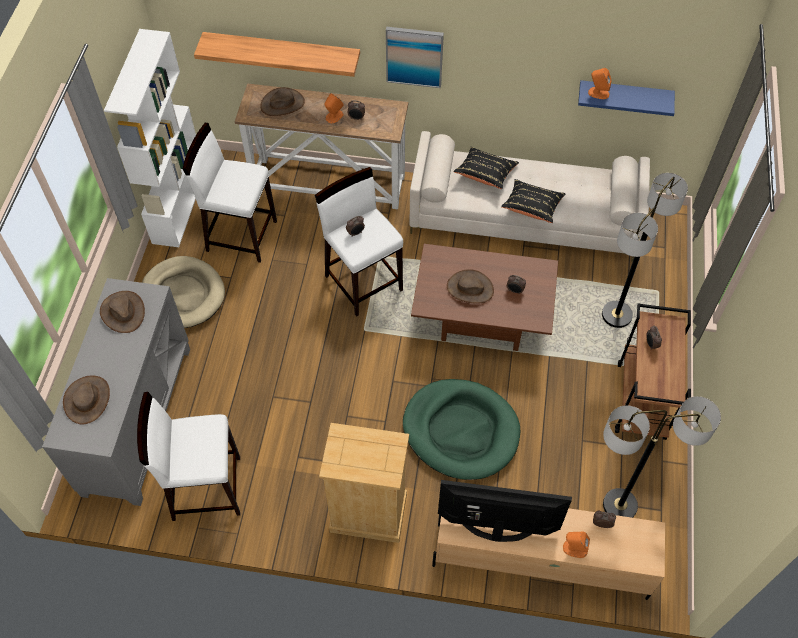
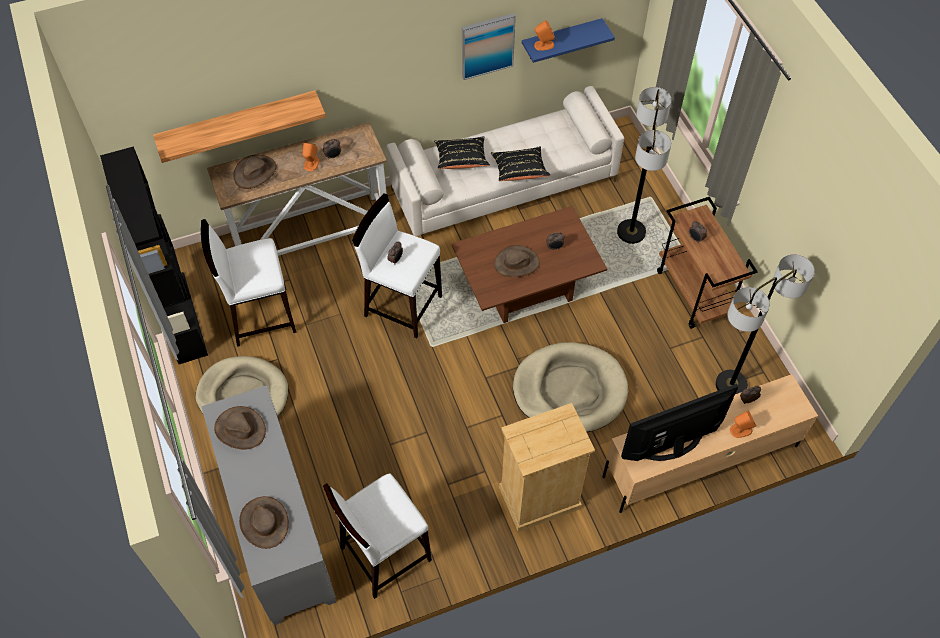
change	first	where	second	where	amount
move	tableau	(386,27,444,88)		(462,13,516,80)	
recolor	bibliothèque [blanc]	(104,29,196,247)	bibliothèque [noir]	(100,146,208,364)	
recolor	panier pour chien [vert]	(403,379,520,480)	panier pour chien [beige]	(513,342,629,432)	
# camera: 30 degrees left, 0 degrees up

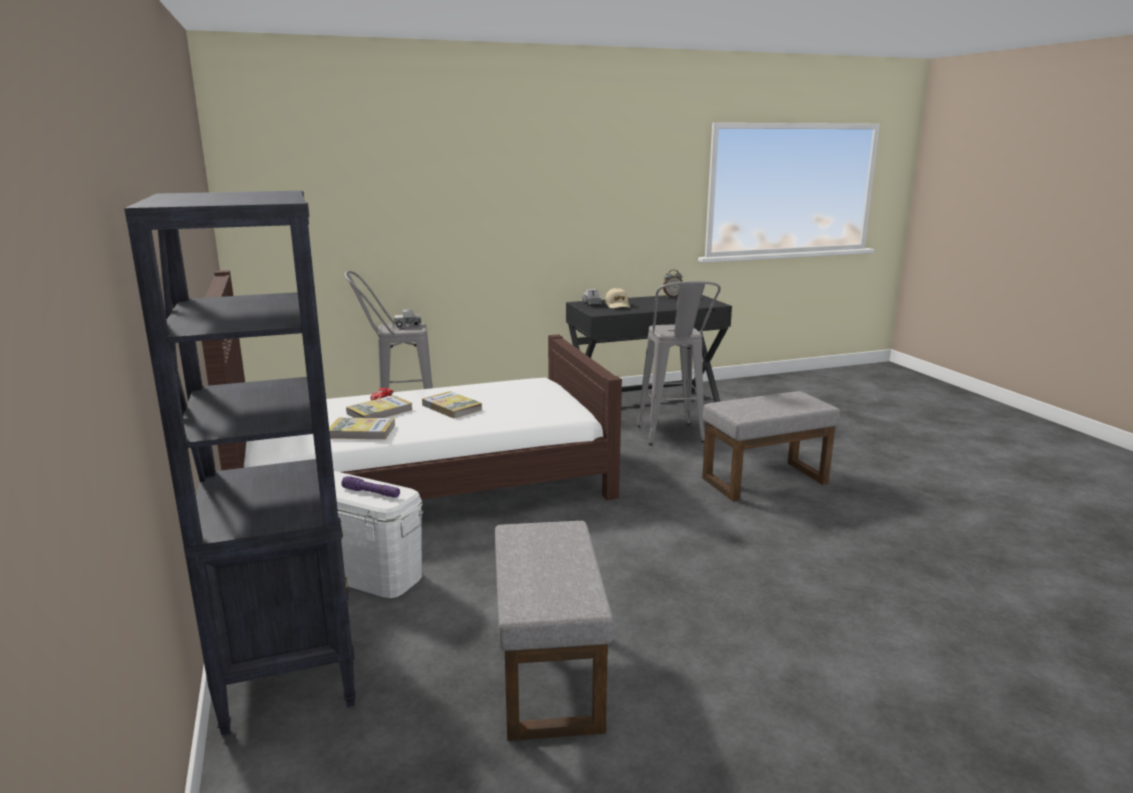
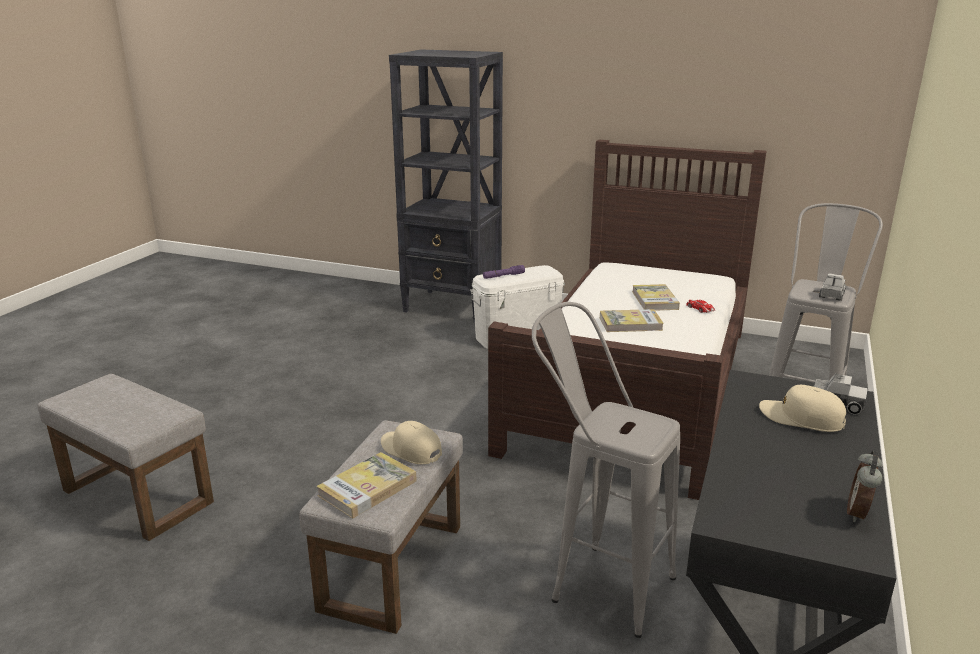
change	first	where	second	where	amount
insert			casquette [beige]	(381,421,442,464)	
move	livre	(329,418,395,439)		(316,452,417,518)	
move	pouf [gris]	(495,521,613,741)		(38,374,214,541)	
# camera: 130 degrees right, 5 degrees up

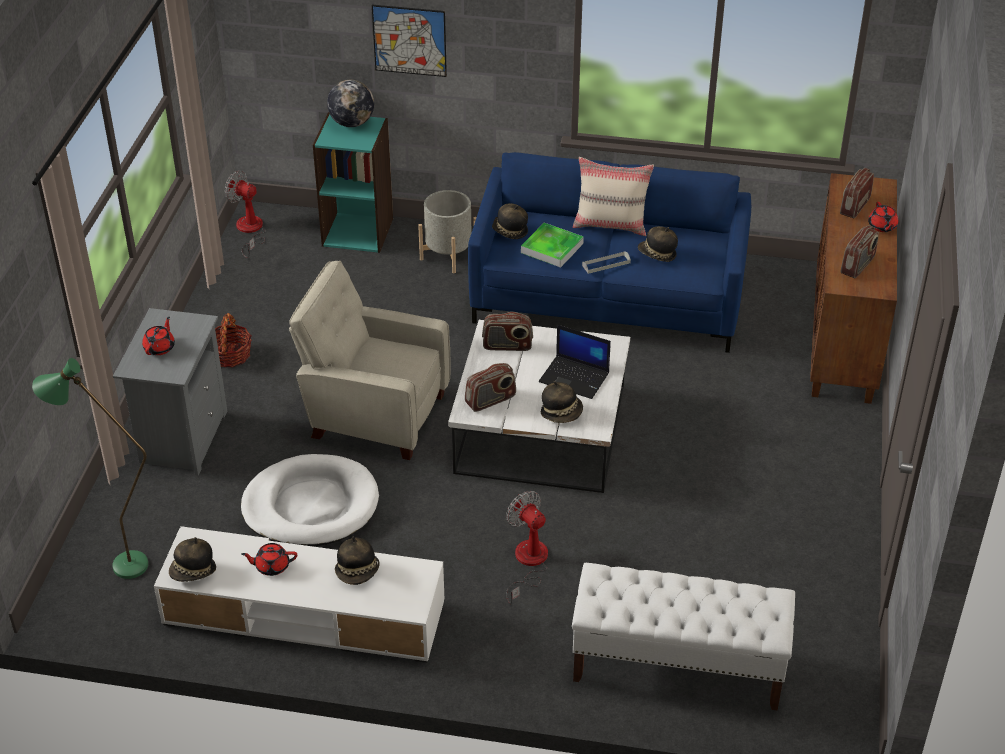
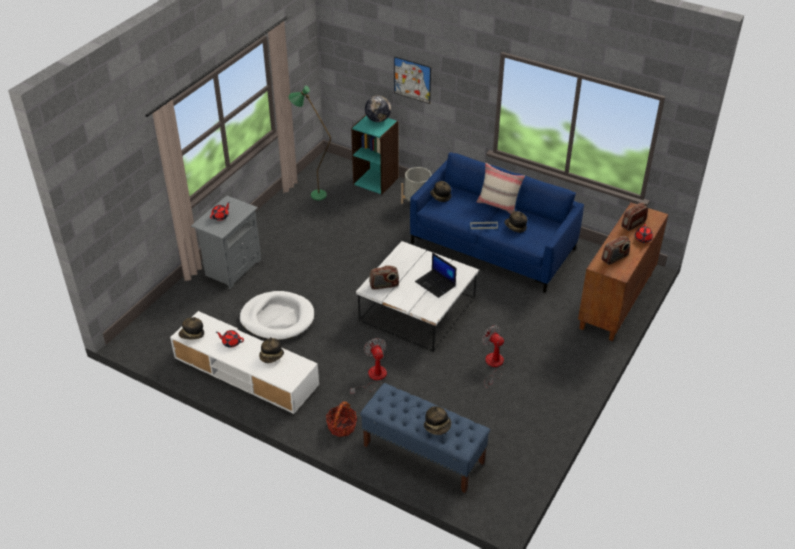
change	first	where	second	where	amount
delete	fauteuil [beige]	(289,261,450,460)			
delete	radio	(482,312,533,351)			
delete	plateau	(521,223,584,268)			
move	lampadaire [vert]	(32,358,148,579)		(289,86,331,200)	
move	panier	(215,313,252,367)		(326,401,357,437)	
move	ventilateur	(225,171,266,258)		(482,325,504,388)	
move	chapeau	(541,381,583,423)		(424,406,451,435)	
recolor	banc [blanc]	(572,563,795,711)	banc [bleu]	(360,383,490,493)	
# camera: 20 degrees right, 0 degrees up

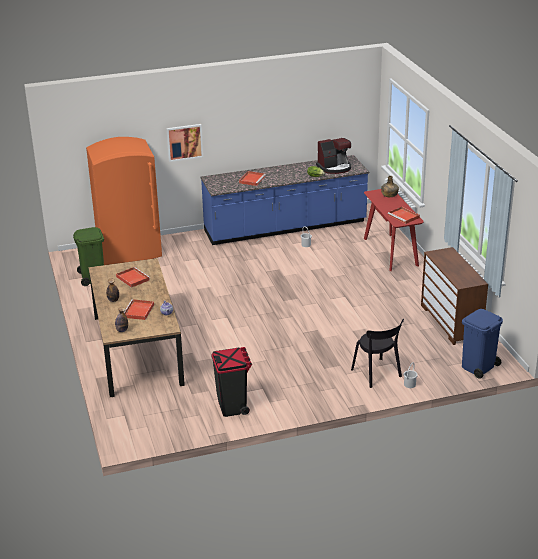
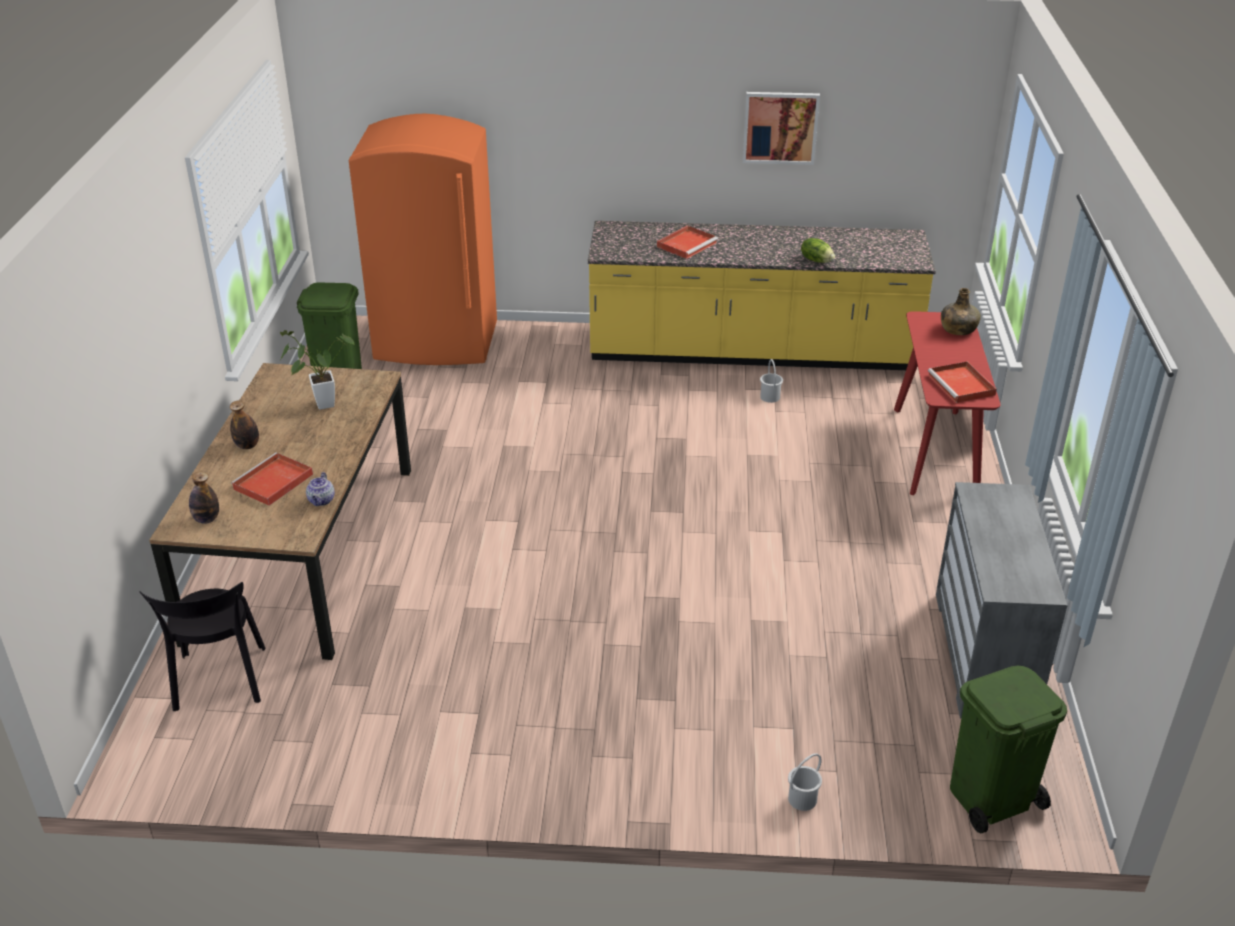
change	first	where	second	where	amount
delete	poubelle [noir]	(211,347,252,417)			
delete	machine à café	(316,138,351,174)			
move	tableau	(166,124,203,162)		(743,92,820,165)	
move	chaise [noir]	(351,319,404,388)		(140,582,266,711)	
replace	plateau [rouge]	(116,267,150,288)	plante en pot	(280,330,354,410)	
recolor	comptoir de cuisine [bleu]	(201,155,369,245)	comptoir de cuisine [jaune]	(588,221,936,370)	
recolor	commode [marron]	(421,247,488,345)	commode [gris]	(936,482,1067,719)	
recolor	poubelle [bleu]	(462,309,503,379)	poubelle [vert]	(950,665,1067,834)	
# camera: 20 degrees right, 5 degrees up

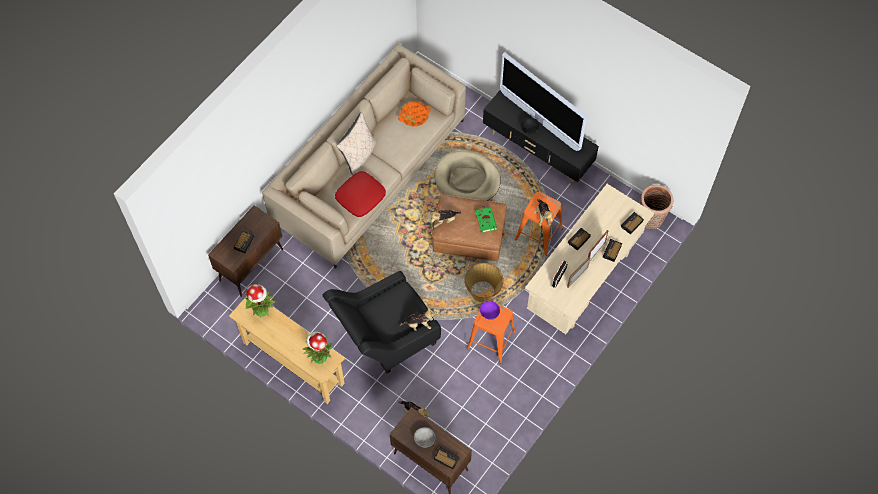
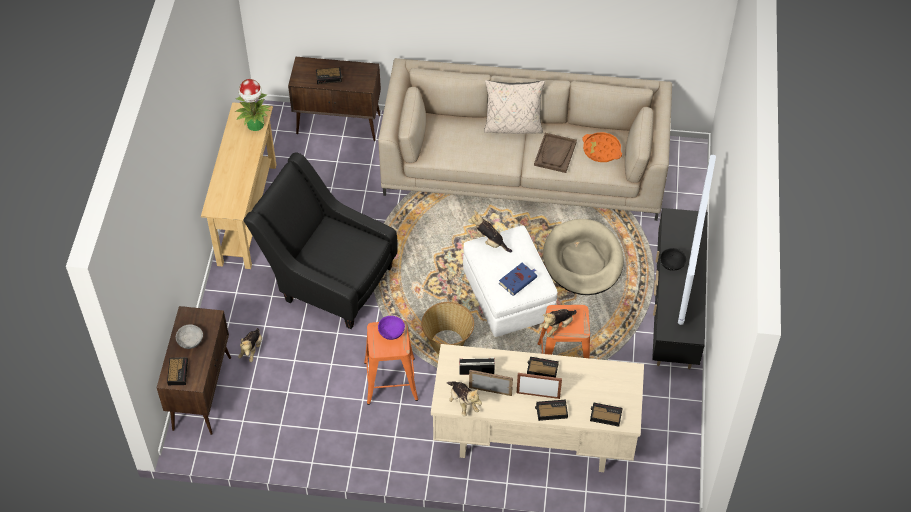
change	first	where	second	where	amount
delete	plante en pot	(303,332,334,365)			
delete	coussin [rouge]	(335,171,386,217)			
delete	panier	(640,185,674,229)			
insert			plateau [marron]	(534,133,577,173)	
move	peluche	(399,308,436,331)		(447,381,482,417)	
recolor	pouf [marron]	(432,194,507,261)	pouf [blanc]	(463,225,558,337)	
recolor	livre [vert]	(476,206,497,233)	livre [bleu]	(499,263,537,296)	
# camera: 60 degrees right, 10 degrees down

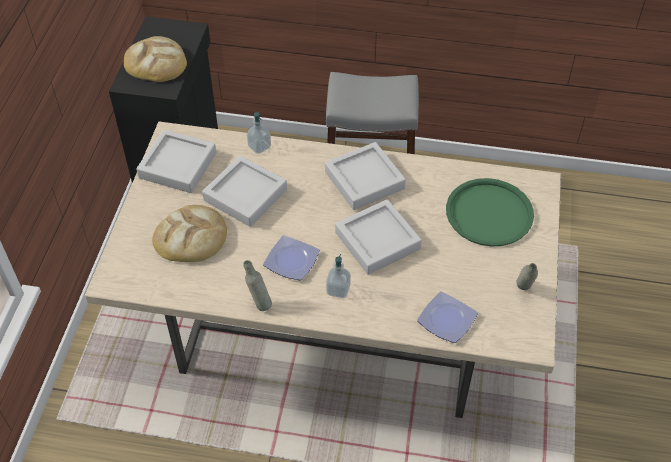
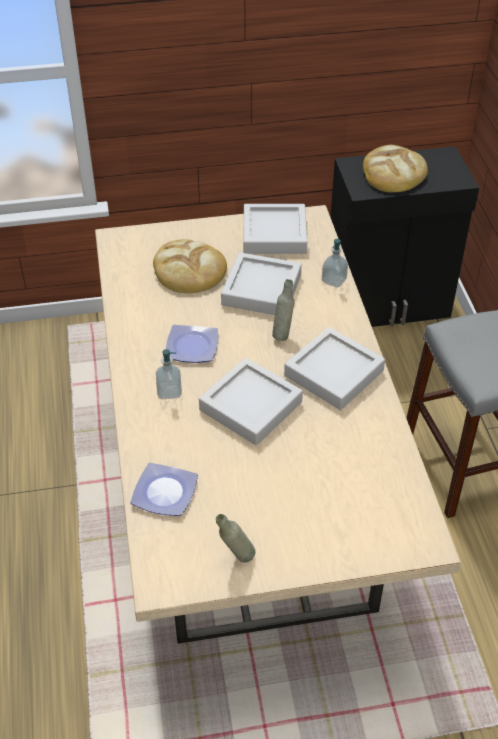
change	first	where	second	where	amount
delete	plateau [vert]	(446,178,534,247)			
move	bouteille [gris]	(243,260,272,311)		(272,279,295,341)	
# camera: 70 degrees right, 5 degrees down

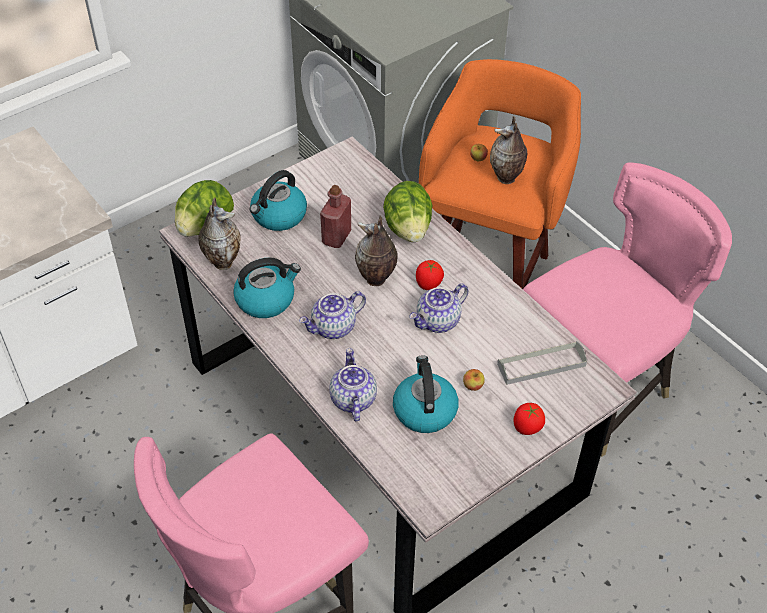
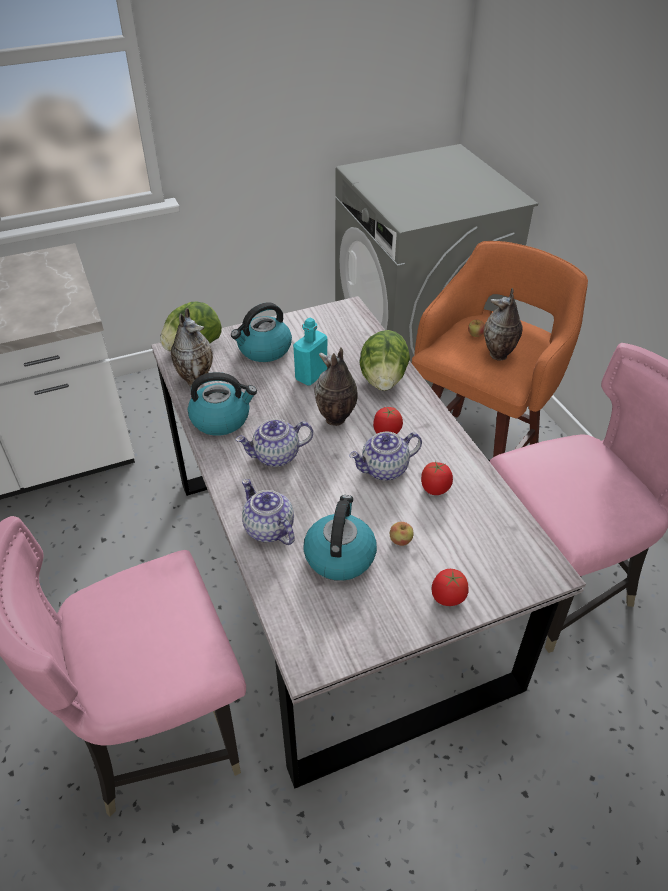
change	first	where	second	where	amount
delete	plateau [gris]	(497,341,587,385)			
insert			tomate	(421,461,453,495)	
recolor	bouteille [rouge]	(320,185,351,248)	bouteille [turquoise]	(293,318,327,386)	
rotate	théière	(329,348,377,421)		(242,479,295,545)	45 degrees counterclockwise
# camera: 15 degrees right, 5 degrees down

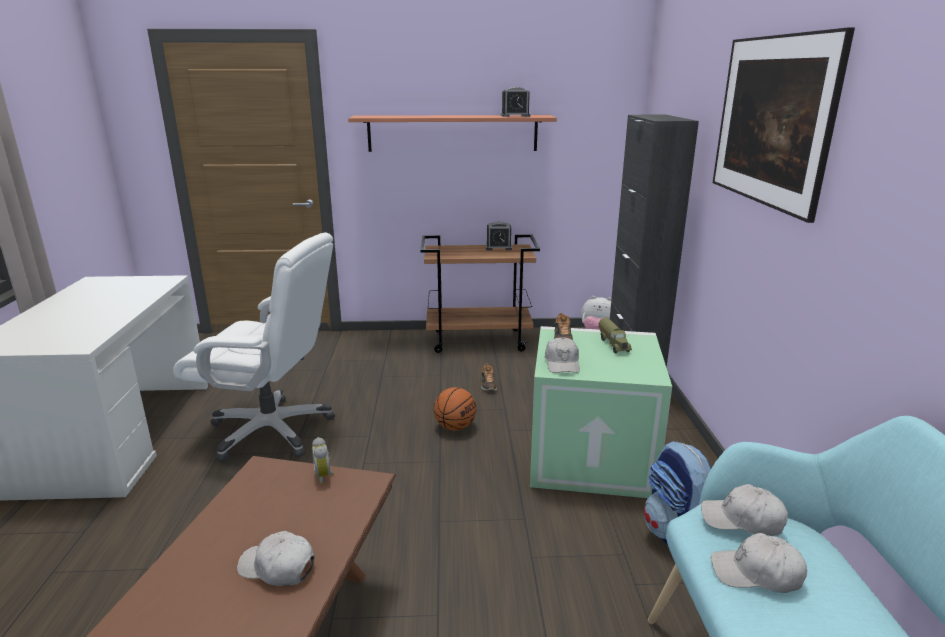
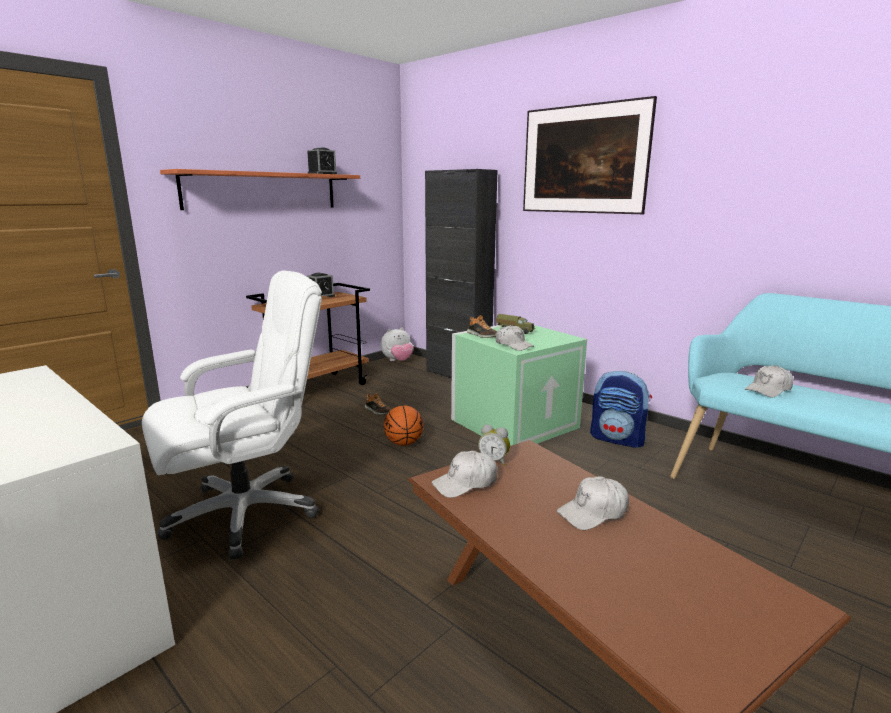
change	first	where	second	where	amount
move	casquette [blanc]	(701,484,788,536)		(431,451,498,498)	
# camera: 45 degrees left, 5 degrees down

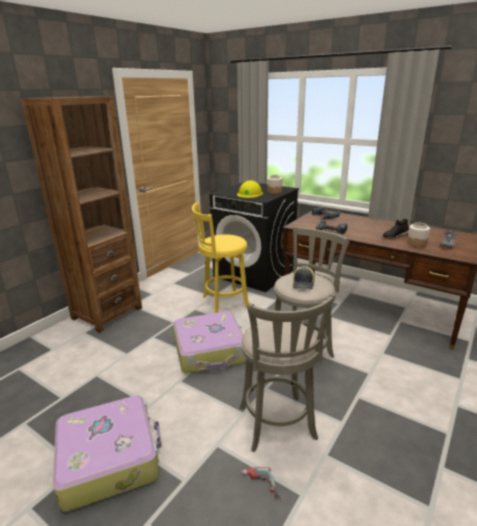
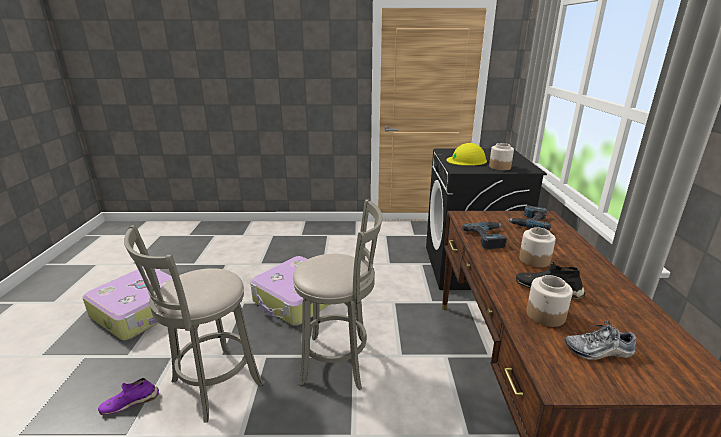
change	first	where	second	where	amount
delete	bibliothèque [marron]	(21,96,142,333)			
delete	tabouret [jaune]	(192,202,249,313)			
delete	casquette	(293,266,315,290)			
insert			bocal	(519,227,556,268)	
replace	perceuse	(241,467,281,501)	chaussure [violet]	(98,378,159,415)	
# camera: 55 degrees right, 0 degrees up

